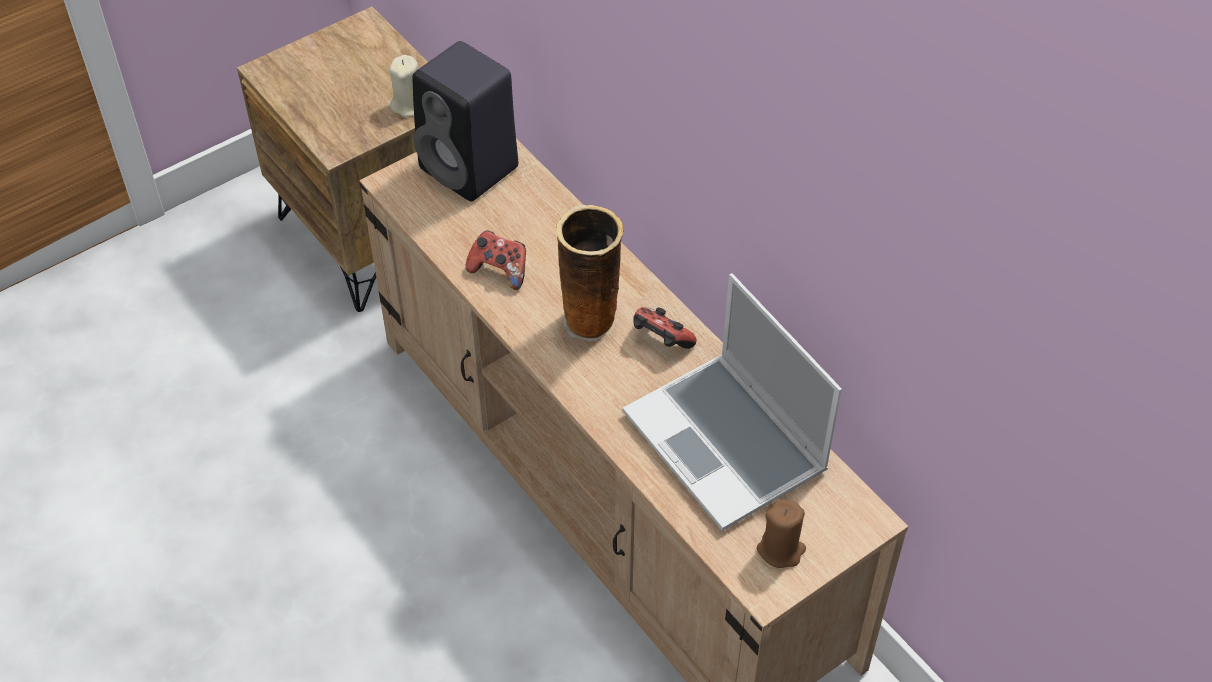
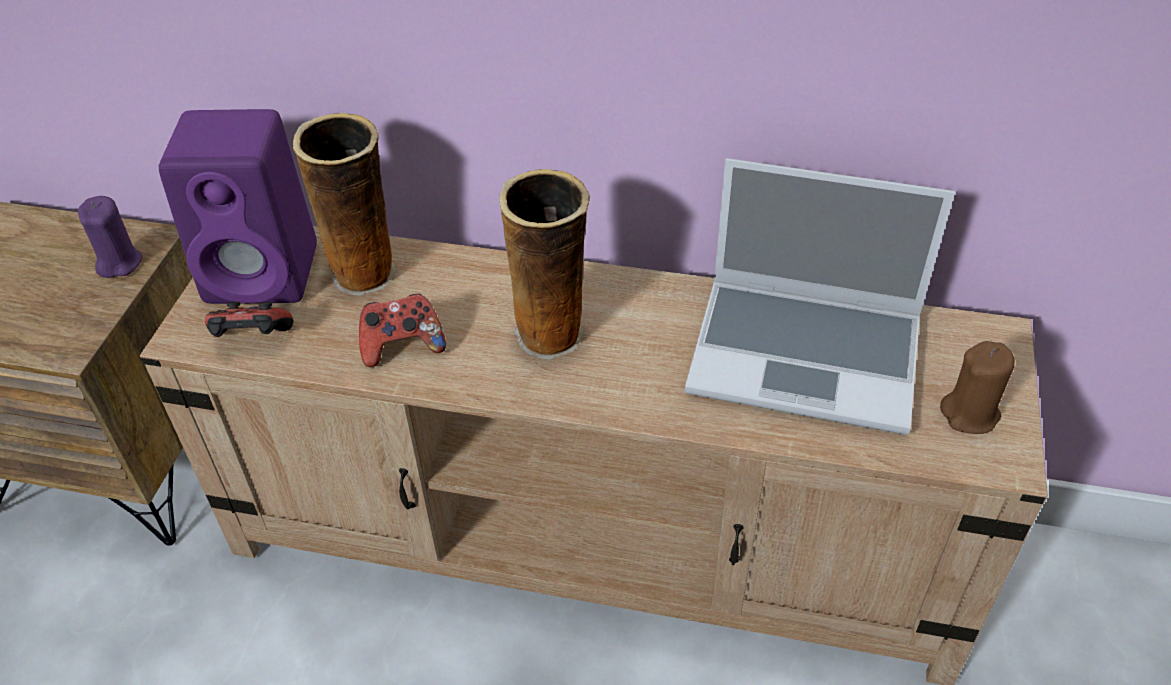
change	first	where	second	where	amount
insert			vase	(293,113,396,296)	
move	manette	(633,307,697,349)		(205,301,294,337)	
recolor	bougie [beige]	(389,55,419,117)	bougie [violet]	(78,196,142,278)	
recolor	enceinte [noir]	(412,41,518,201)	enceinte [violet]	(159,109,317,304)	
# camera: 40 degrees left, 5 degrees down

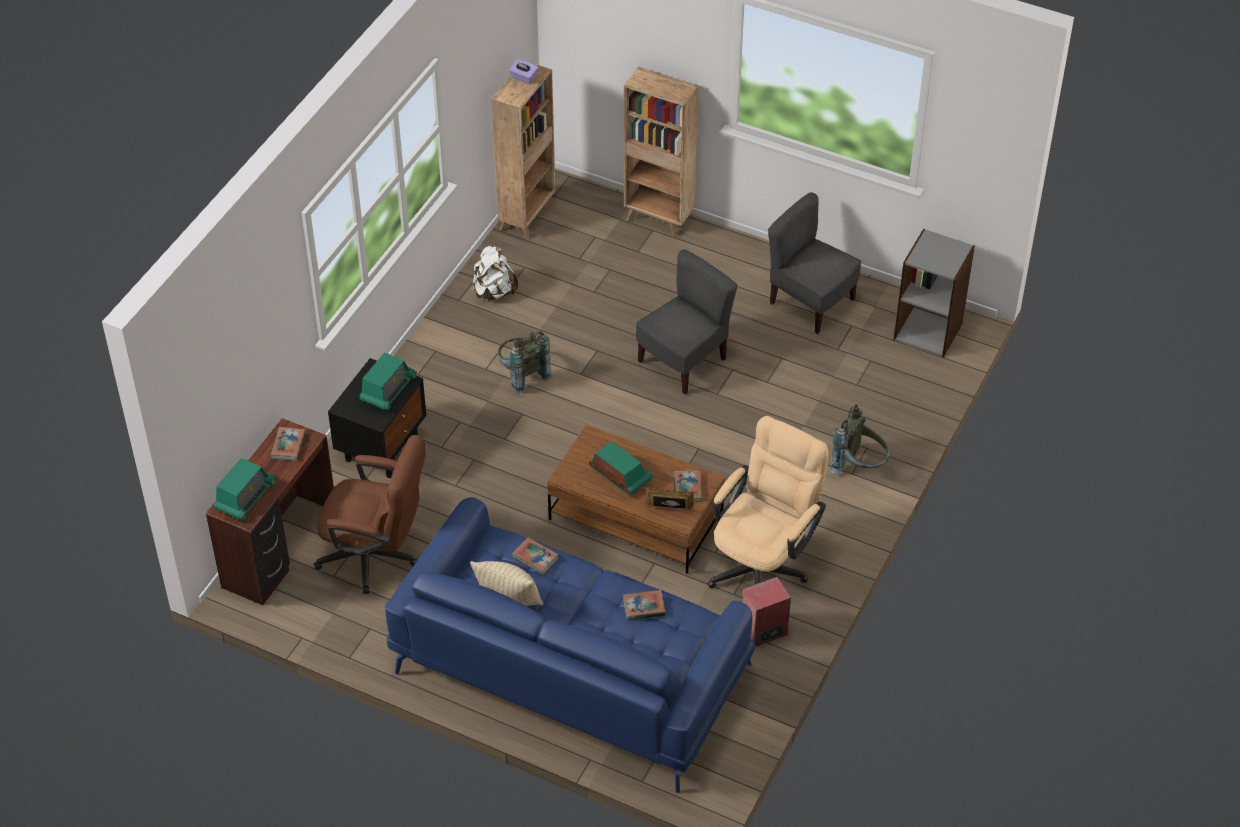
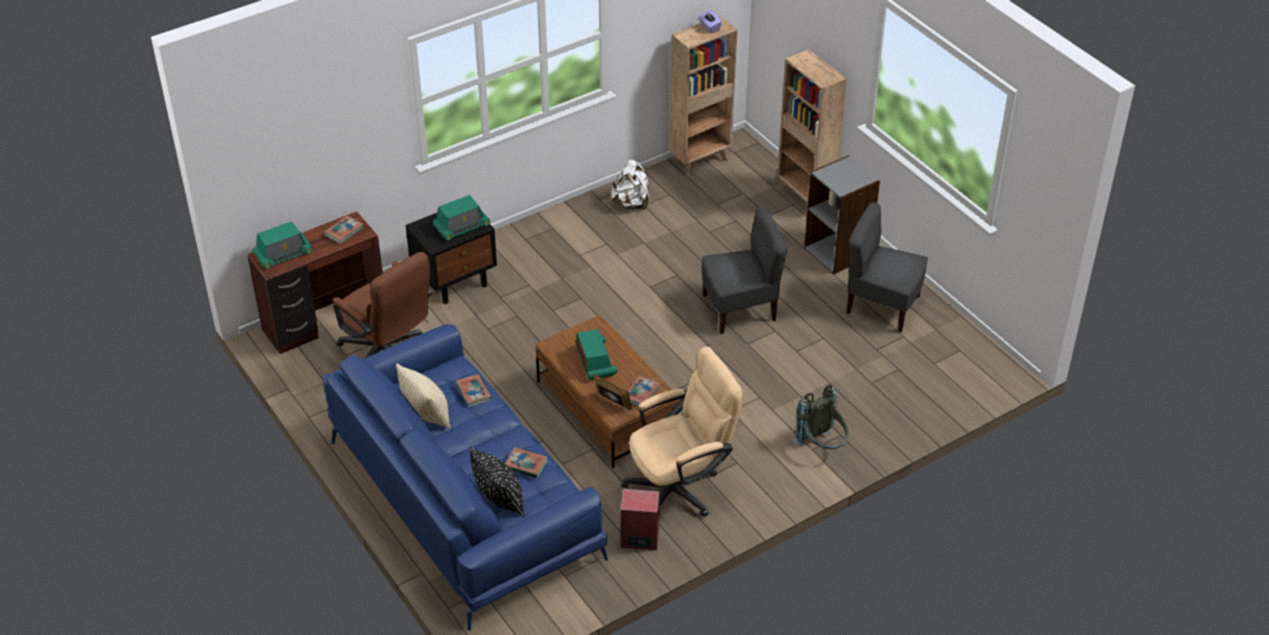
change	first	where	second	where	amount
delete	sac à dos [gris]	(497,331,553,394)			
insert			coussin [noir]	(469,446,525,516)	
move	bibliothèque [gris]	(894,229,975,357)		(804,155,880,274)	
rotate	chaise [gris]	(768,192,861,334)		(846,202,928,332)	45 degrees counterclockwise
# camera: 30 degrees right, 5 degrees down

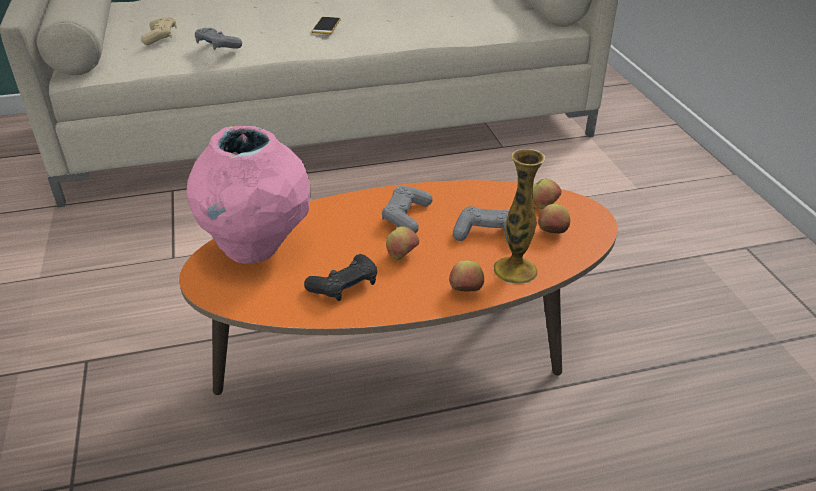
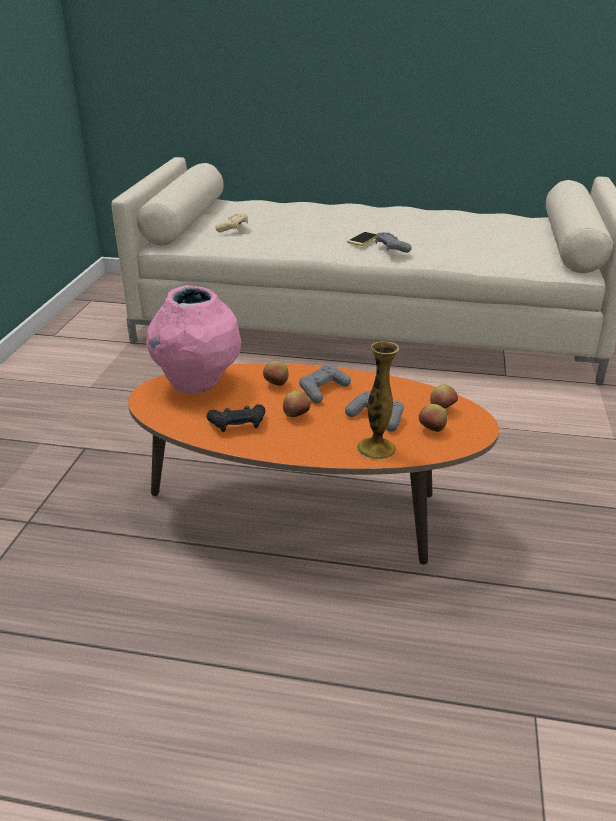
change	first	where	second	where	amount
move	manette [gris]	(195,28,242,50)		(375,232,412,253)	
move	pomme	(449,260,484,291)		(263,361,289,386)	
# camera: 25 degrees right, 5 degrees down

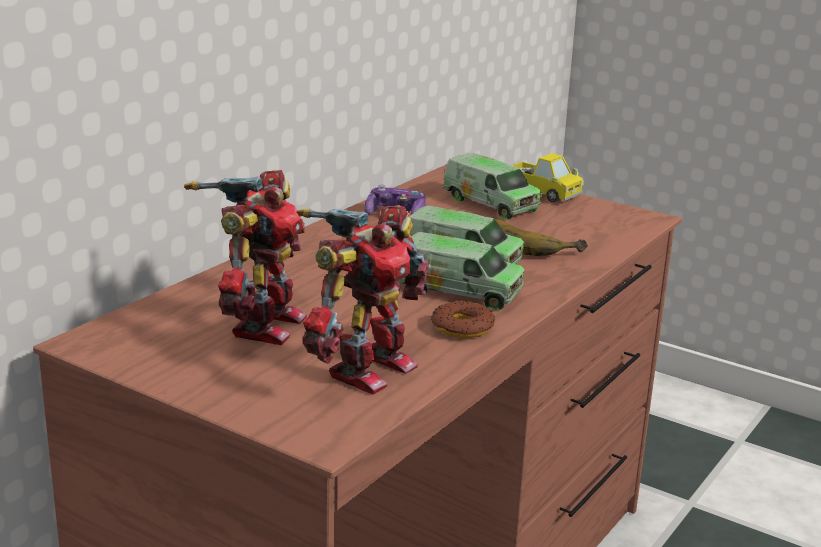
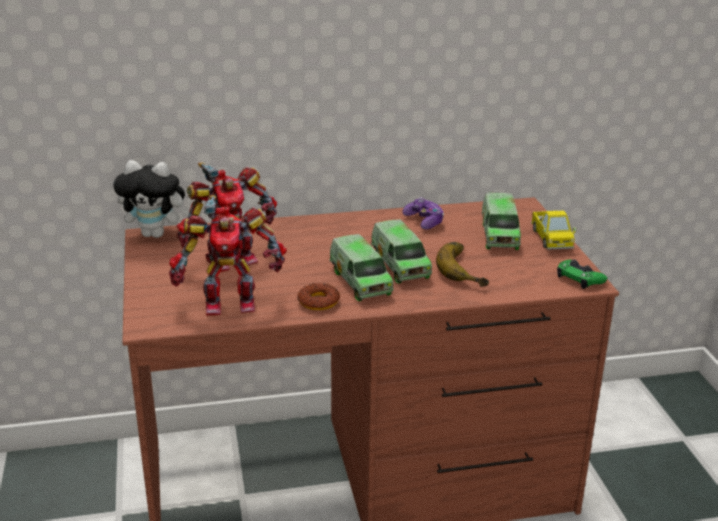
change	first	where	second	where	amount
insert			peluche	(113,160,190,238)	
insert			manette [vert]	(557,260,607,289)	
# camera: 45 degrees right, 5 degrees up

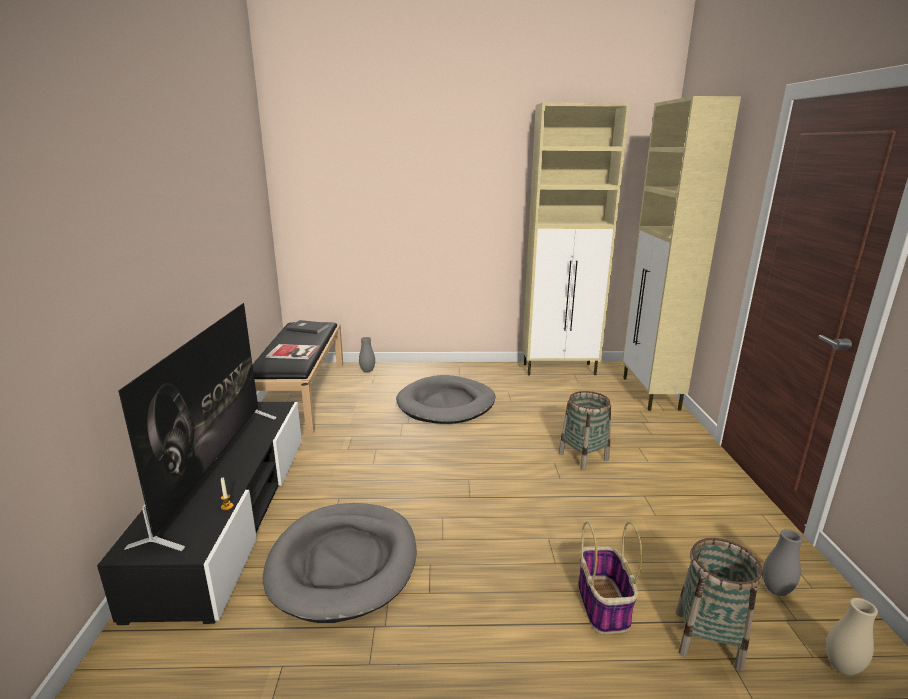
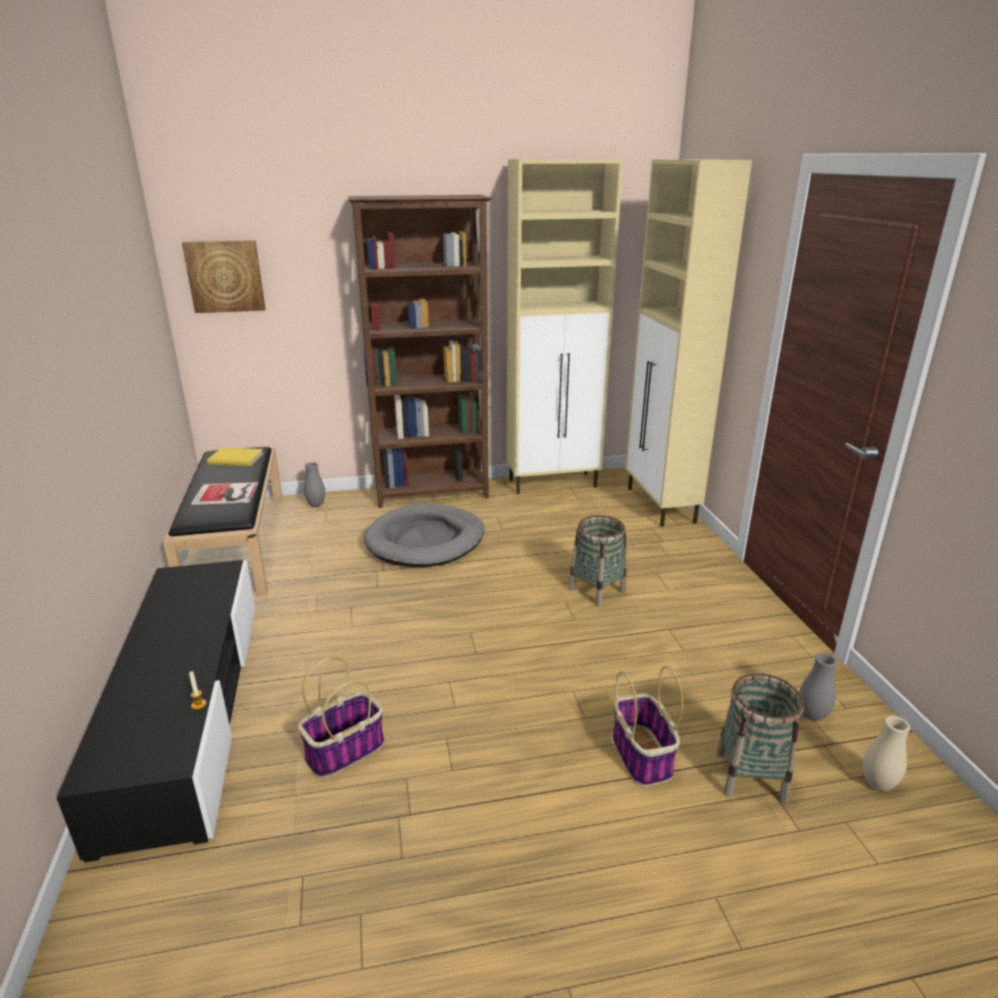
change	first	where	second	where	amount
delete	téléviseur	(118,303,277,551)			
insert			tableau	(182,240,265,313)	
insert			bibliothèque [marron]	(347,195,492,508)	
replace	panier pour chien [gris]	(263,503,417,623)	panier	(298,657,384,778)	
recolor	livre [gris]	(286,320,330,334)	livre [jaune]	(207,448,264,466)	
# camera: 10 degrees left, 5 degrees up

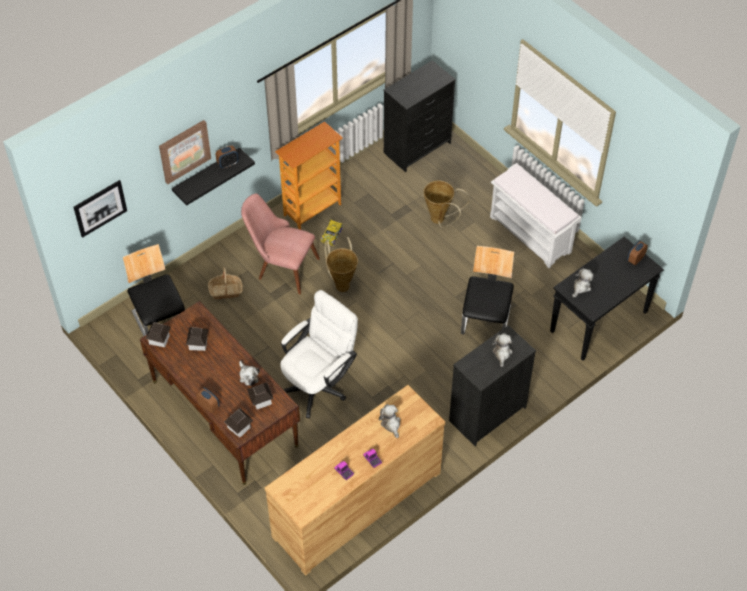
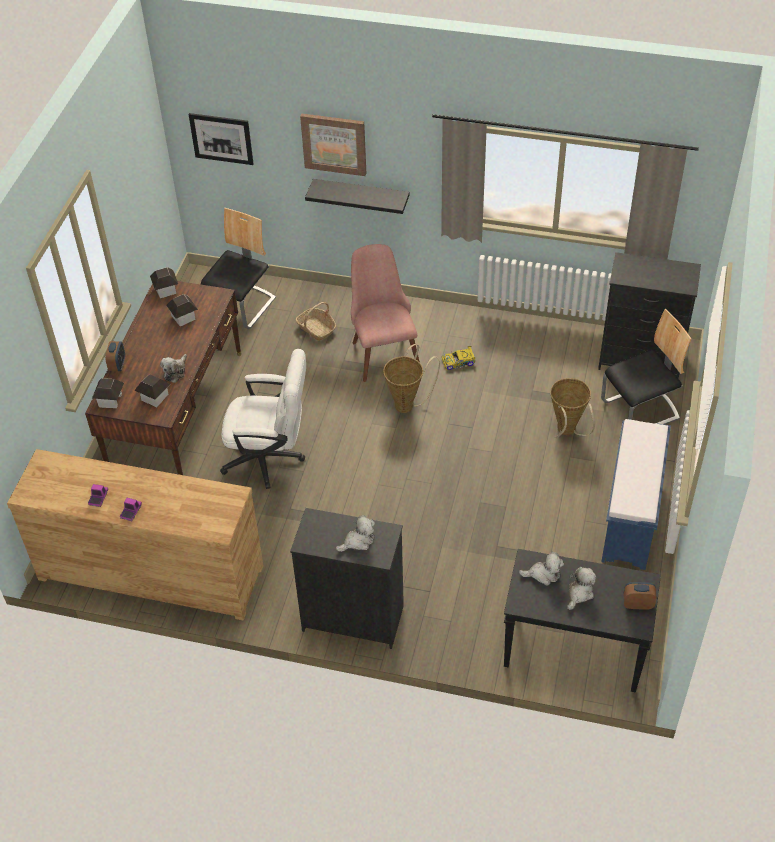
change	first	where	second	where	amount
delete	réveil	(216,145,239,168)			
delete	bibliothèque	(275,121,342,230)			
move	peluche	(379,404,400,438)		(567,567,596,610)	
move	chaise	(461,246,514,334)		(601,309,691,425)	
recolor	banc [blanc]	(490,163,582,268)	banc [bleu]	(601,419,671,570)	
# camera: 55 degrees right, 5 degrees down

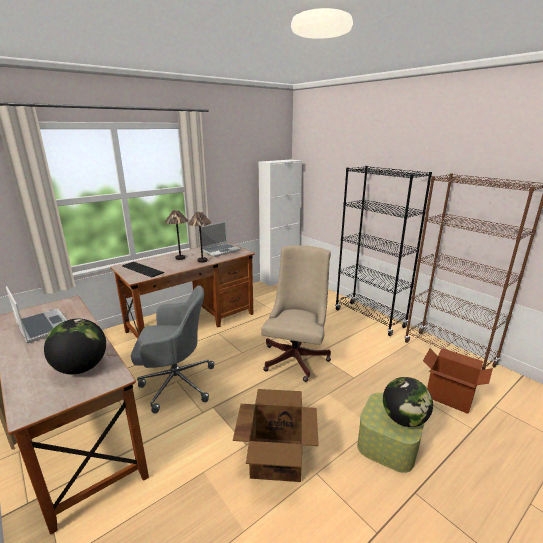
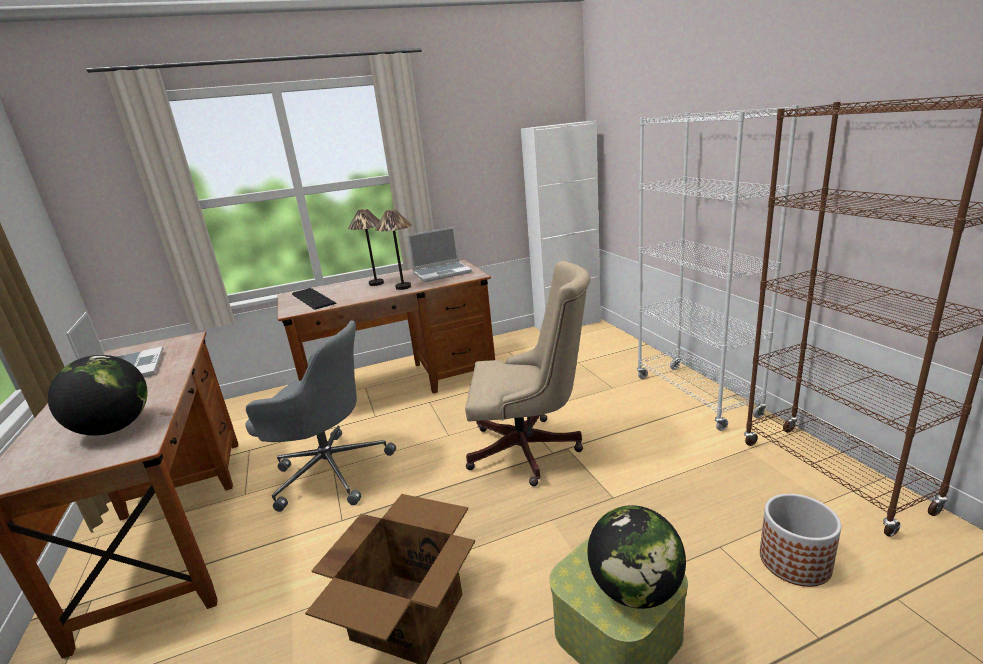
change	first	where	second	where	amount
replace	carton	(423,348,493,414)	cache-pot	(760,494,841,587)	
recolor	bibliothèque [noir]	(335,166,432,336)	bibliothèque [blanc]	(637,105,799,431)	
rotate	chaise de bureau [beige]	(261,245,331,382)		(465,261,590,486)	60 degrees clockwise
# camera: 20 degrees right, 0 degrees up

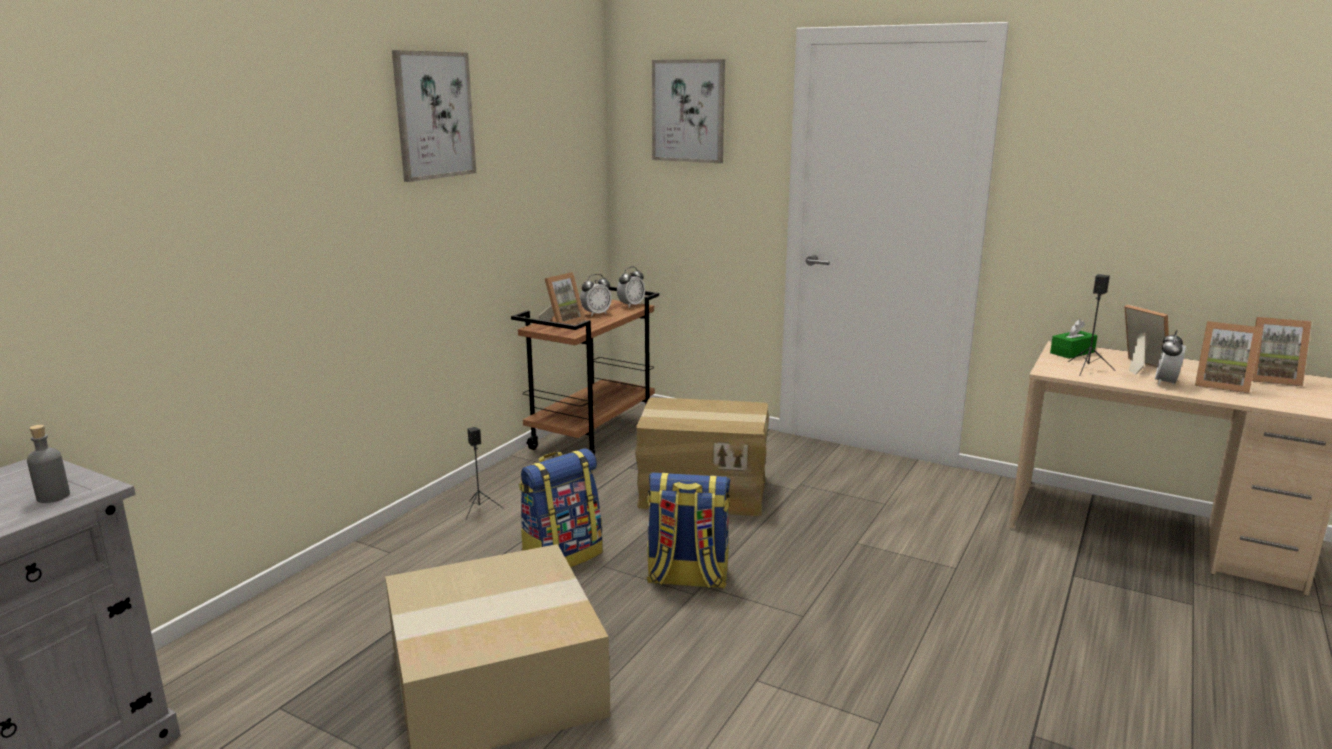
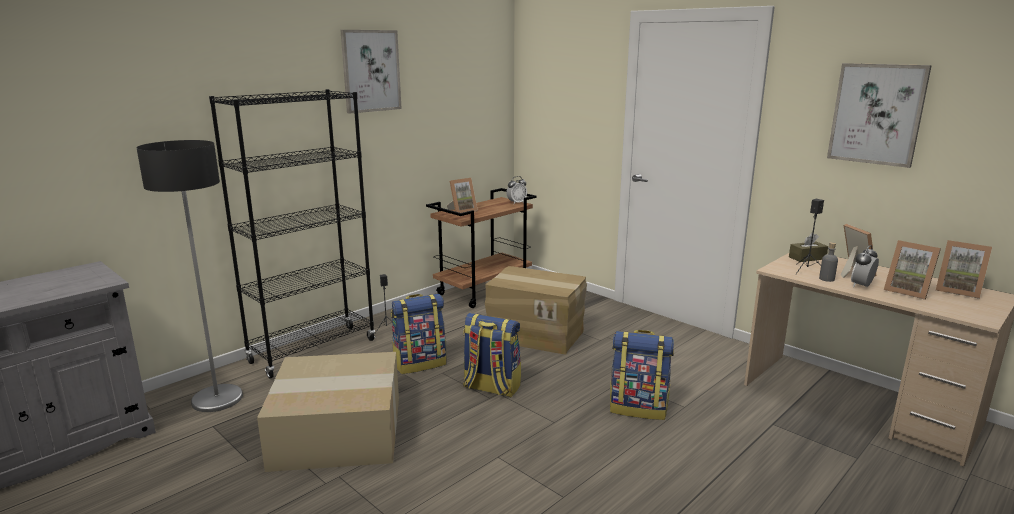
change	first	where	second	where	amount
delete	réveil	(580,274,612,317)			
insert			lampadaire	(137,140,243,412)	
insert			bibliothèque [noir]	(209,89,375,378)	
insert			sac à dos	(610,330,674,420)	
move	bouteille [gris]	(27,425,70,503)		(819,242,838,282)	
move	tableau	(652,59,725,163)		(827,63,932,168)	
recolor	boîte à mouchoirs [vert]	(1050,319,1097,359)	boîte à mouchoirs [marron]	(789,233,828,262)	
# camera: 15 degrees right, 0 degrees up

